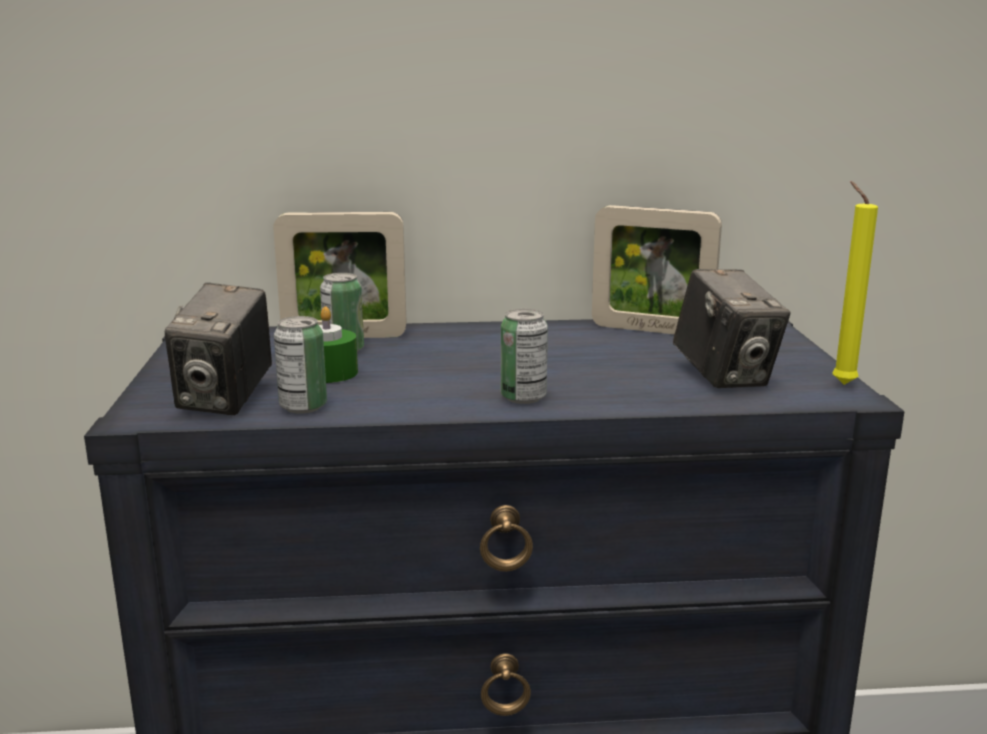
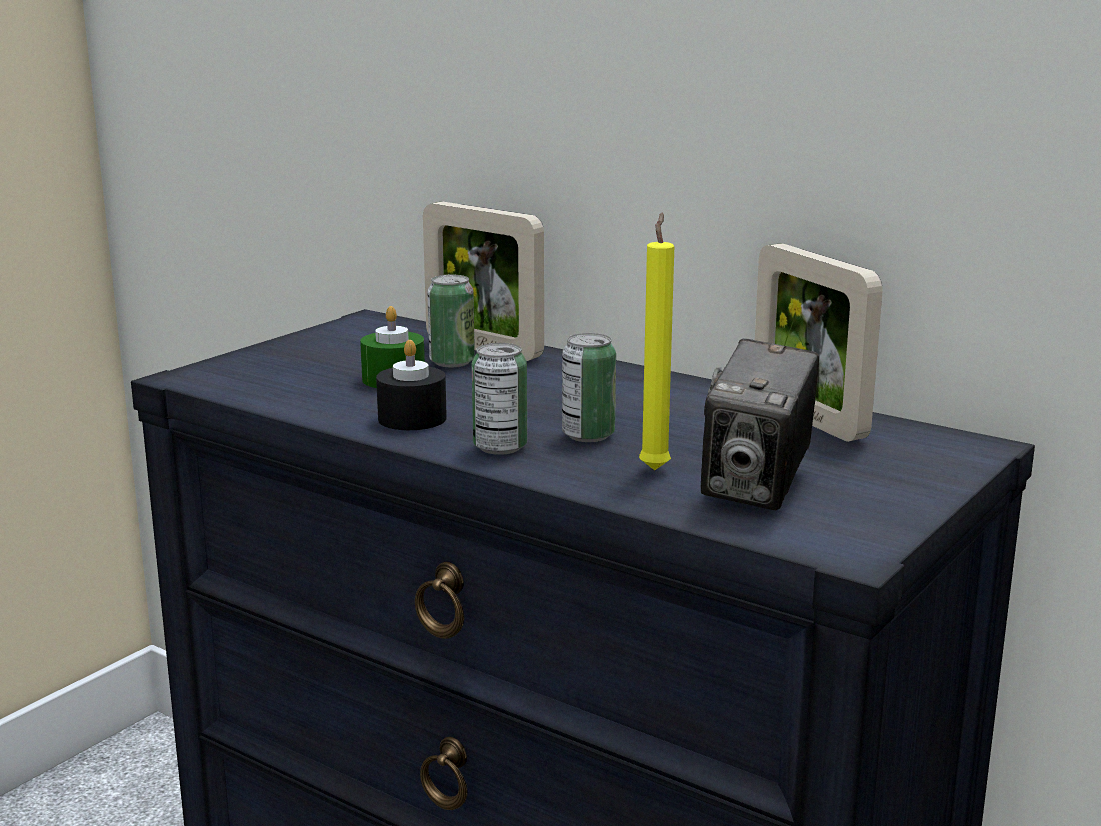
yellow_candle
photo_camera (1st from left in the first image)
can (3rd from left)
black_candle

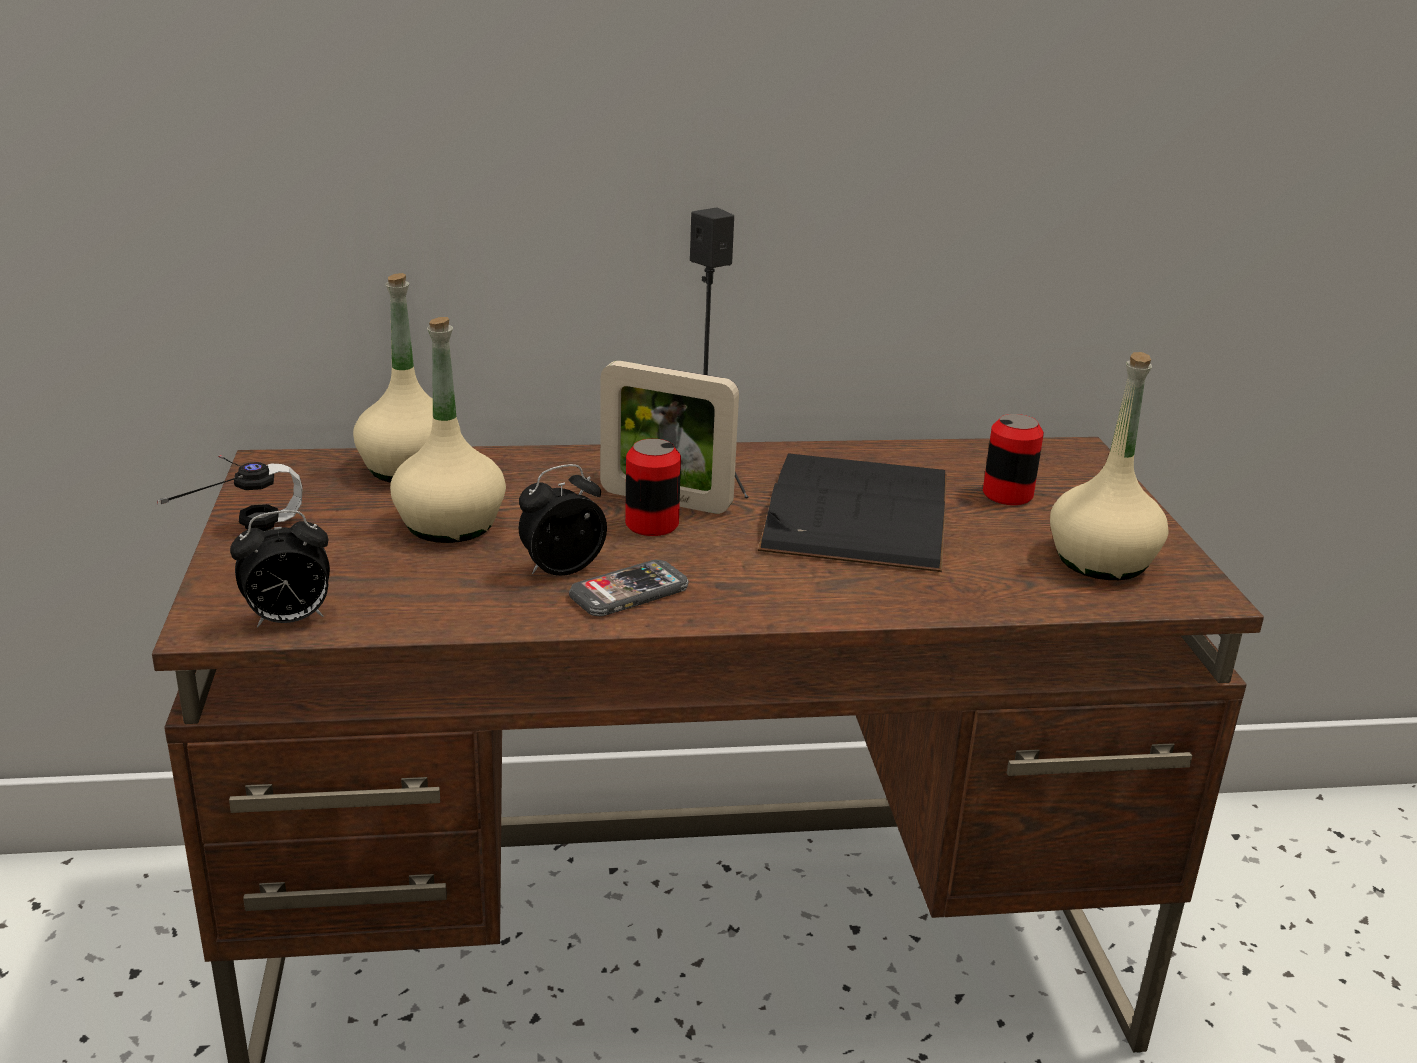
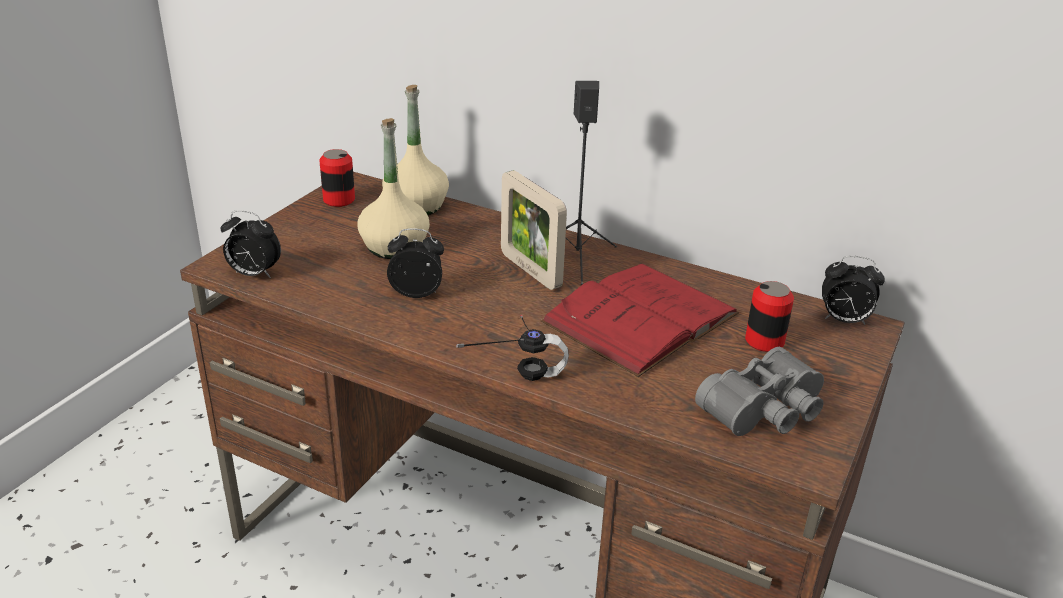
grey_binoculars
can (1st from left)
red_book
headphones
phone
alarm_clock (3rd from left)

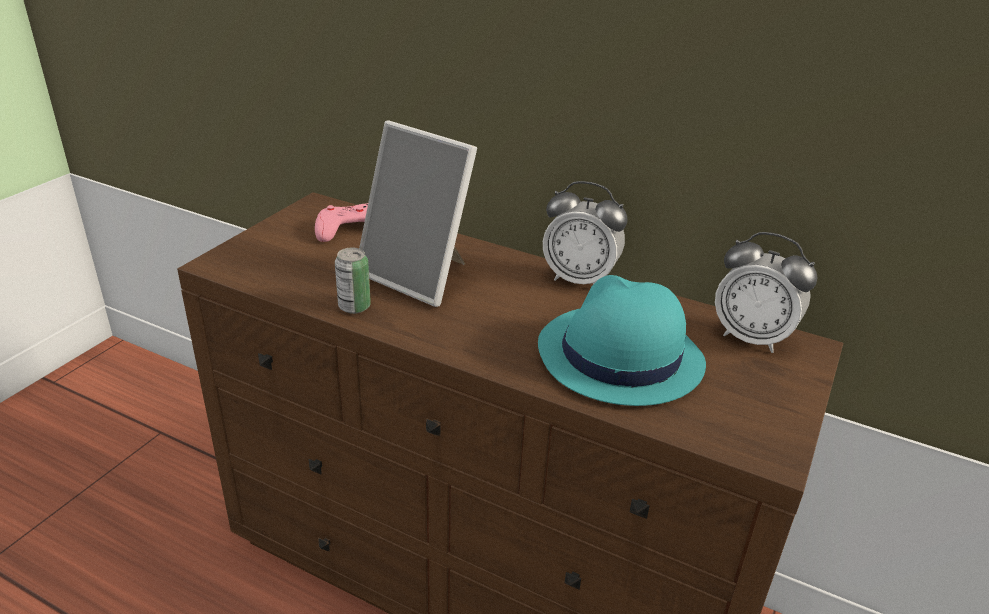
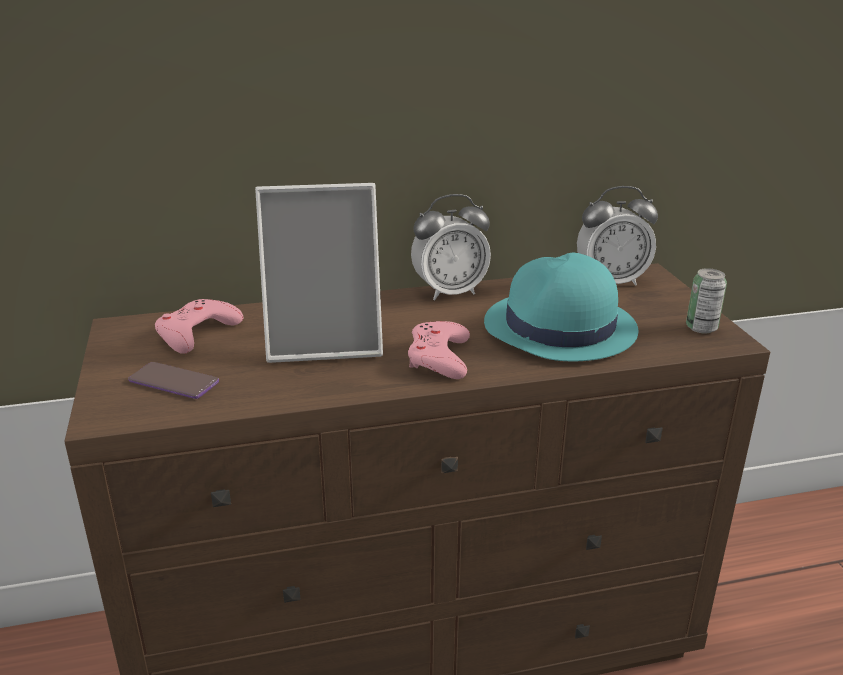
can
pink_game_controller (2nd from left)
phone

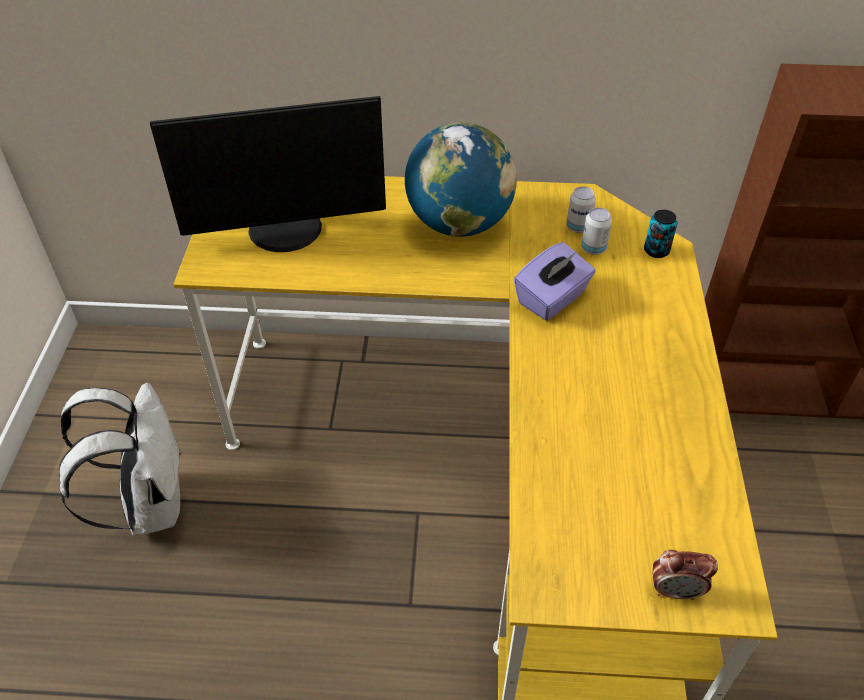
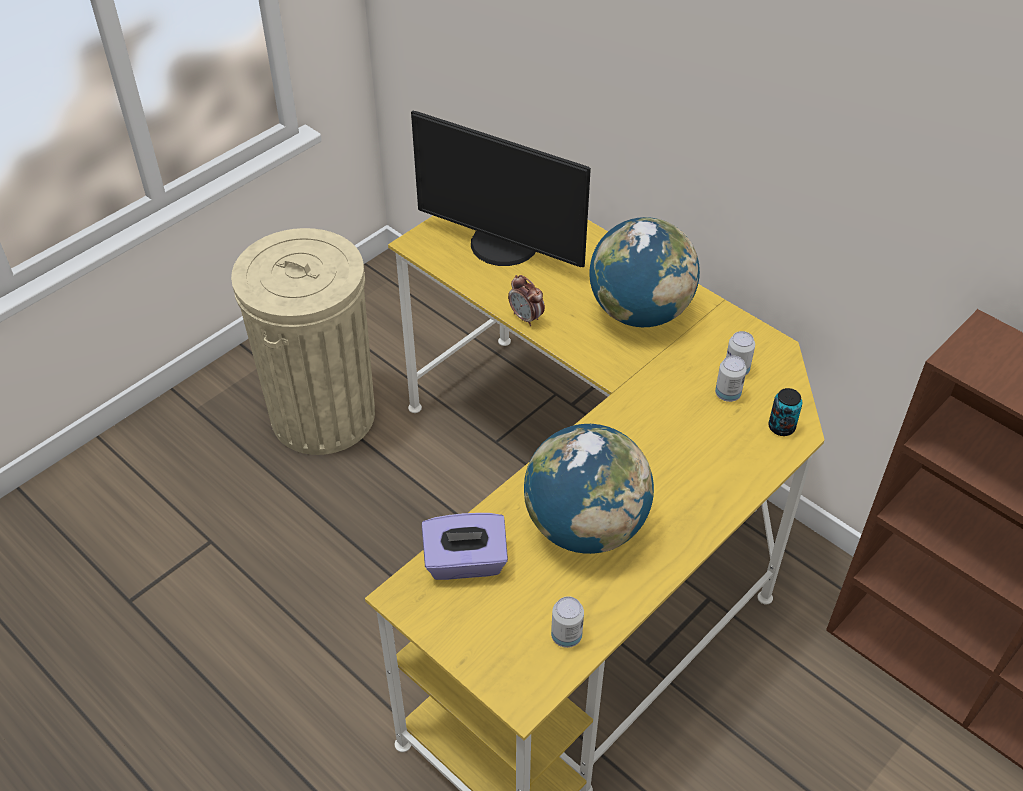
purple_tissue_box
beige_trash_can
alarm_clock
globe (1st from left)
can (1st from left)

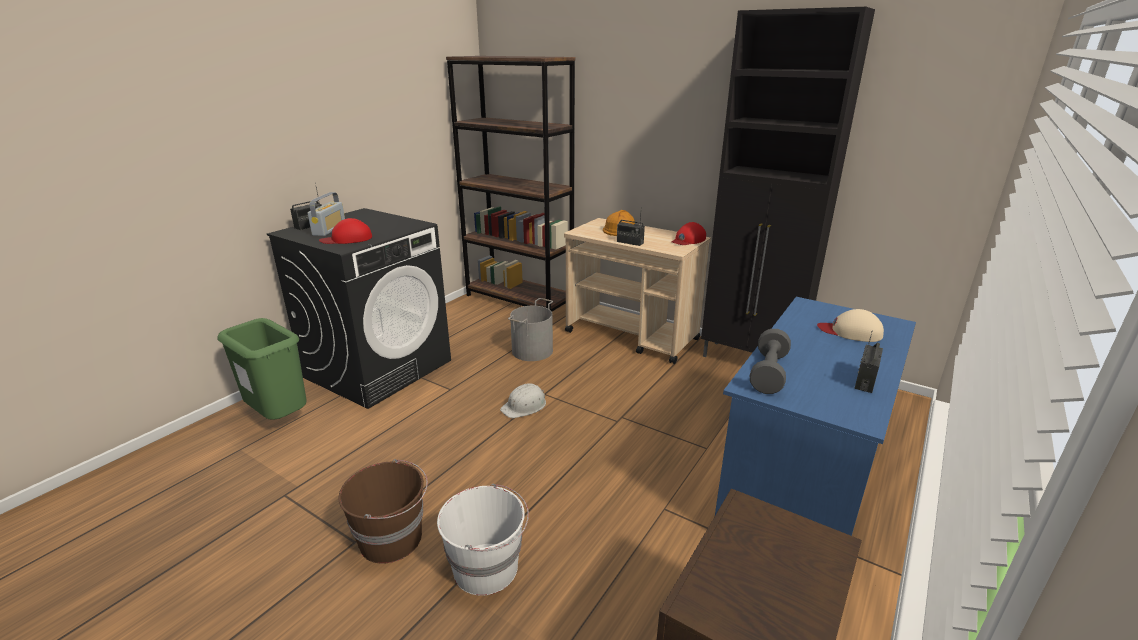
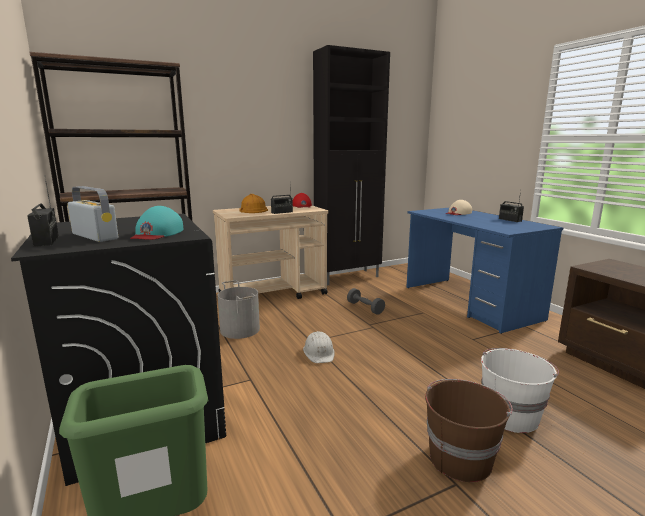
turquoise_cap
grey_dumbbell

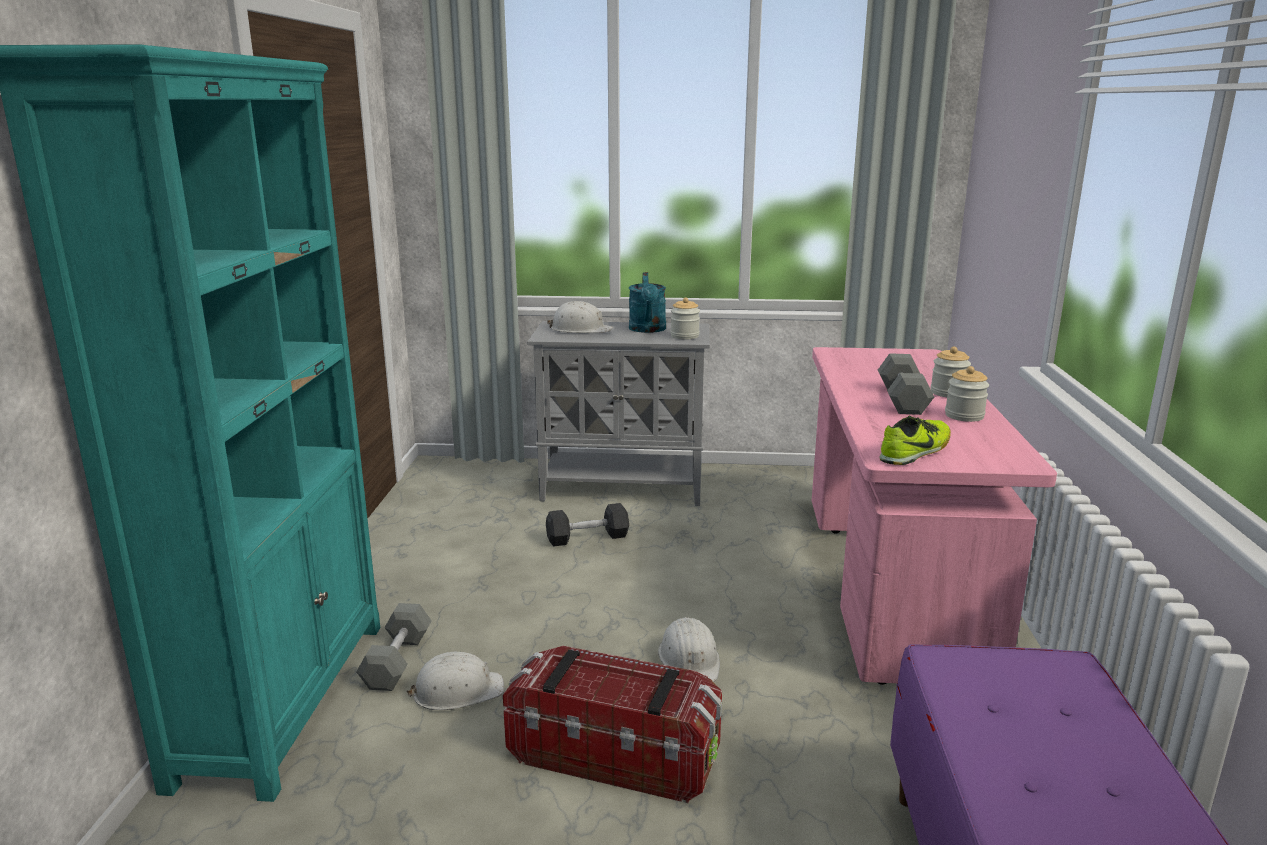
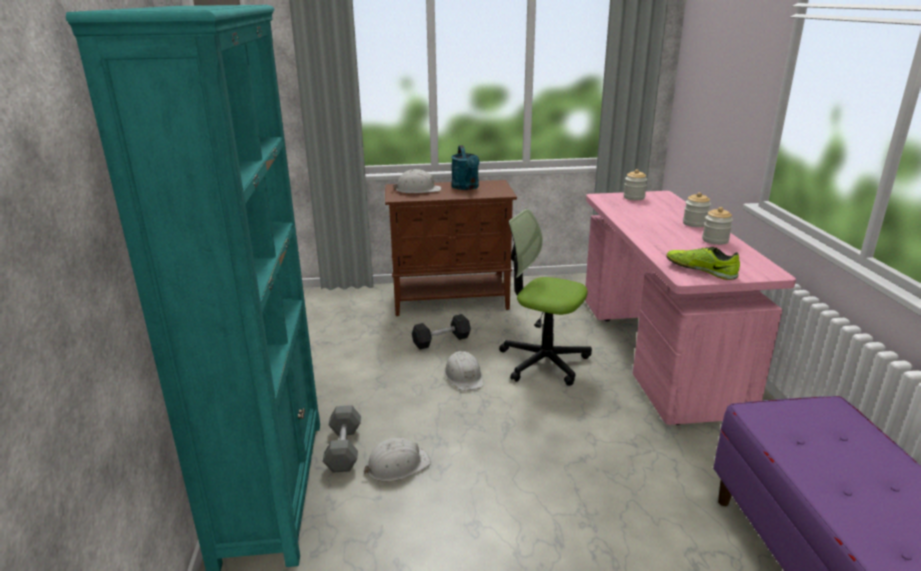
jar (1st from left)
brown_cabinet
grey_dumbbell (3rd from left in the first image)
shoe
white_hard_hat (3rd from left)
storage_box
office_chair

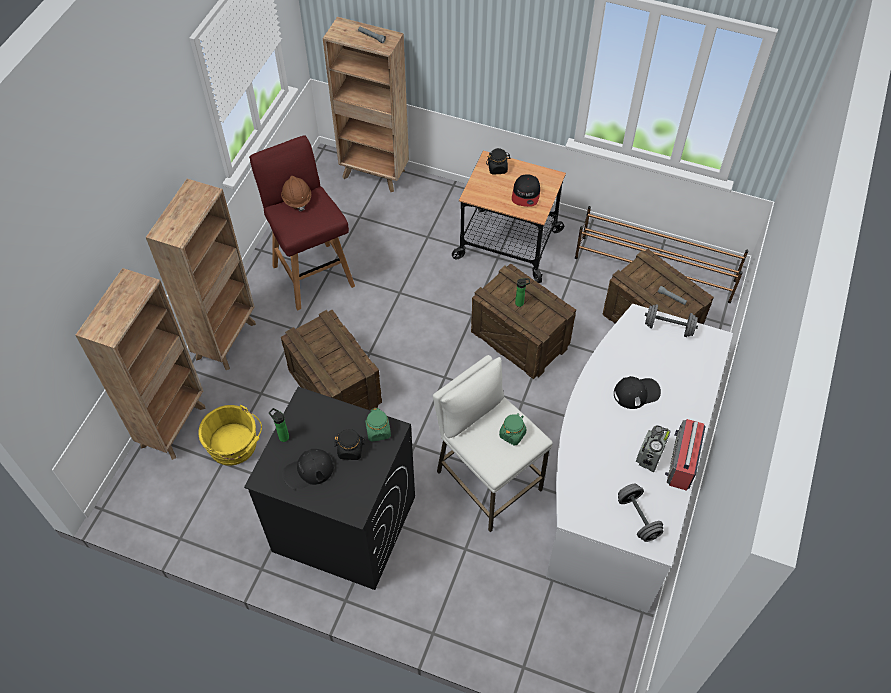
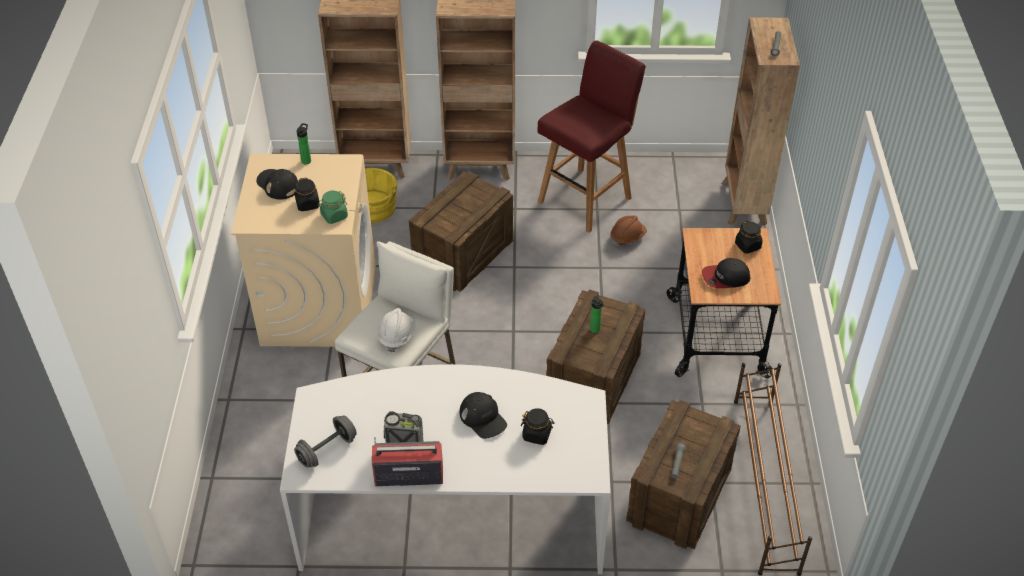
brown_hard_hat
grey_dumbbell (2nd from left in the first image)
beige_washing_machine
white_hard_hat
black_jar (2nd from left)

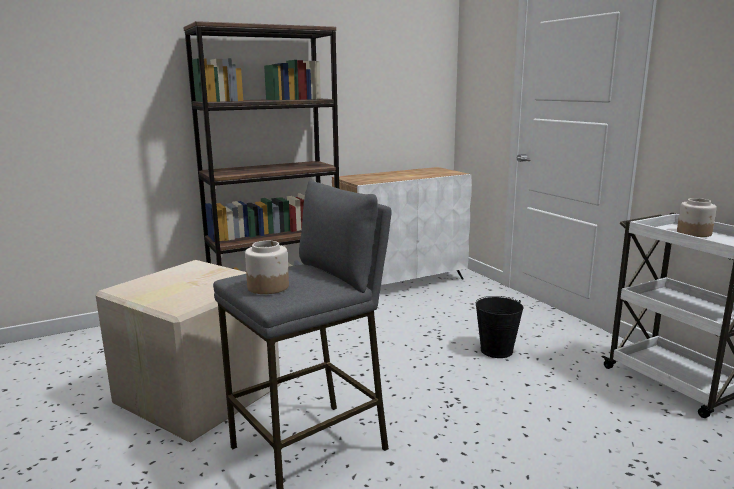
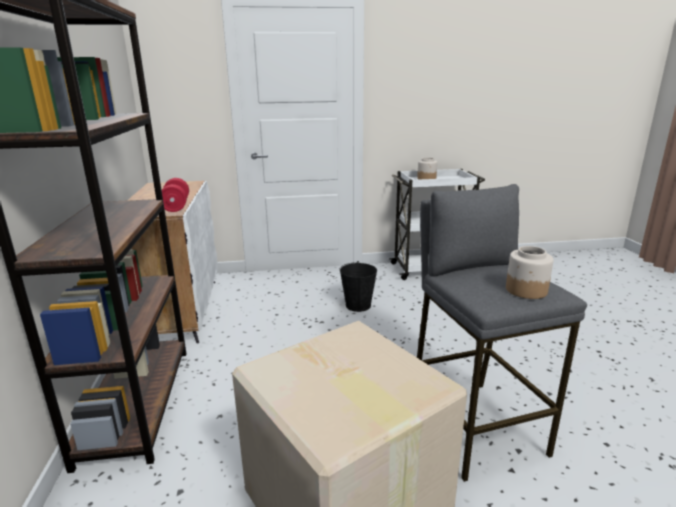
red_dumbbell

